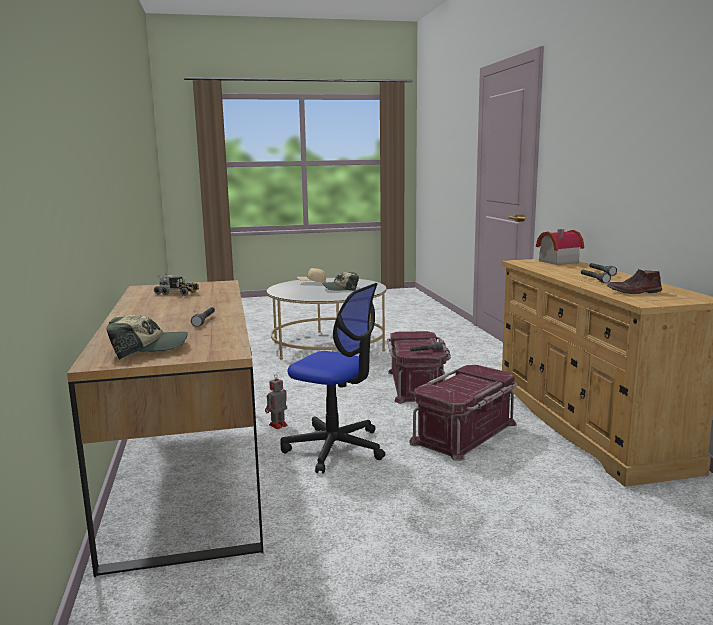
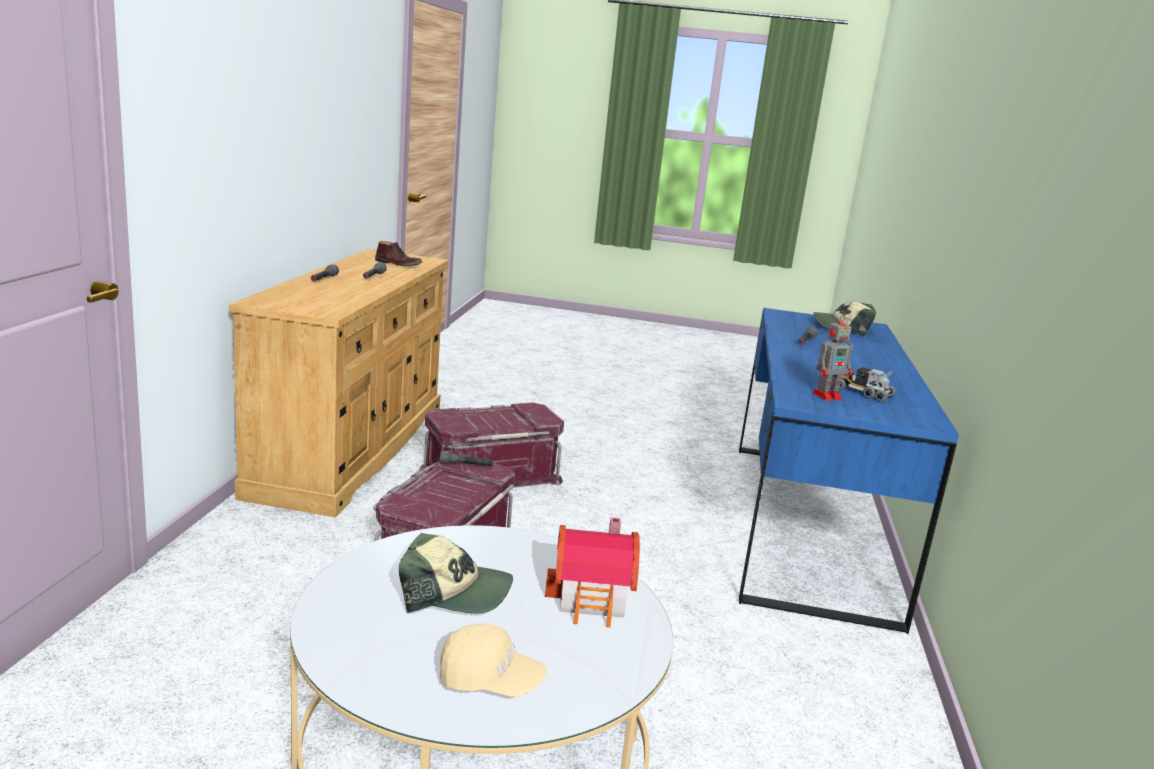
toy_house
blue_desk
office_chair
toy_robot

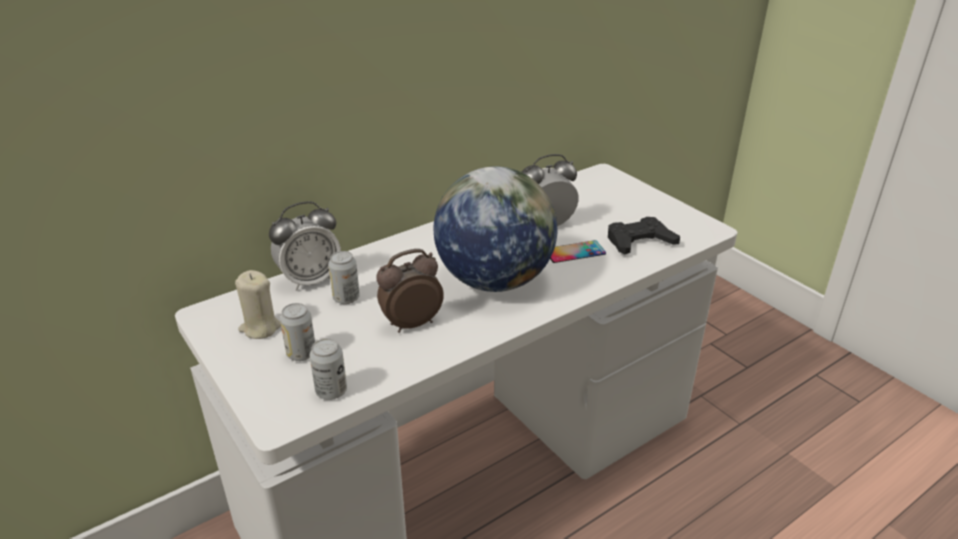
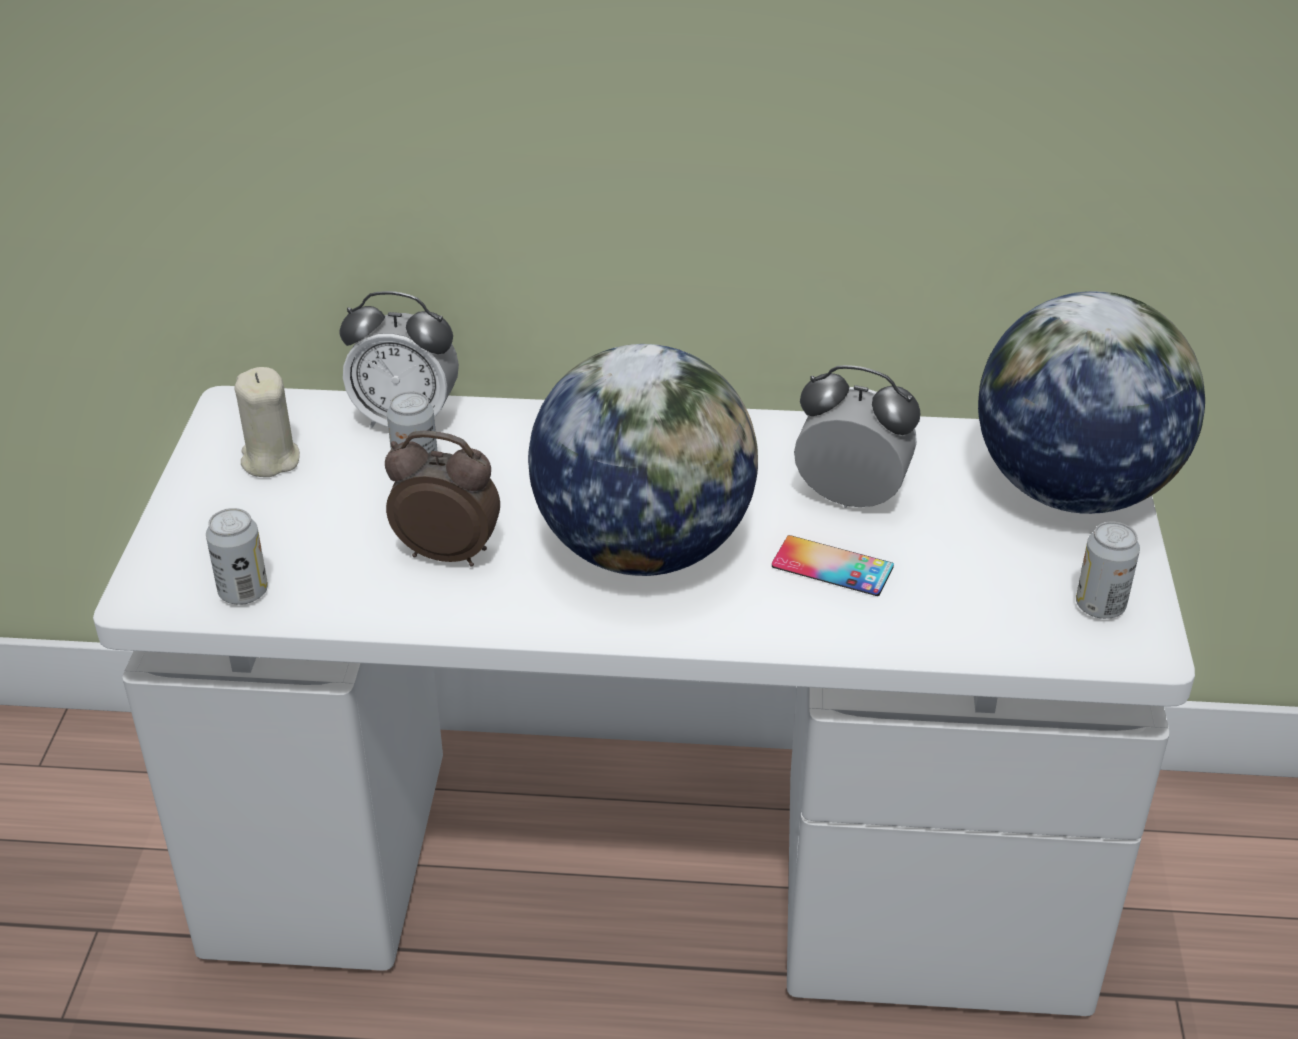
black_game_controller
can (3rd from left)
globe (2nd from left)

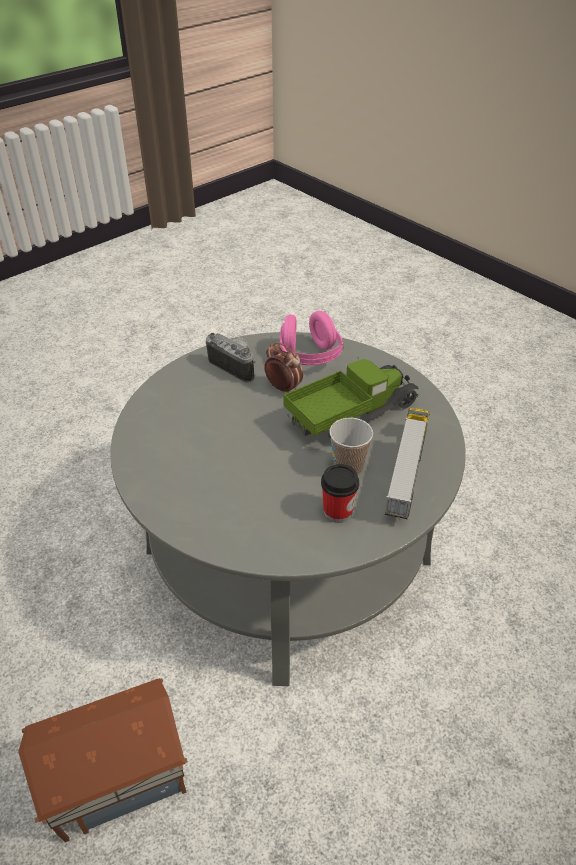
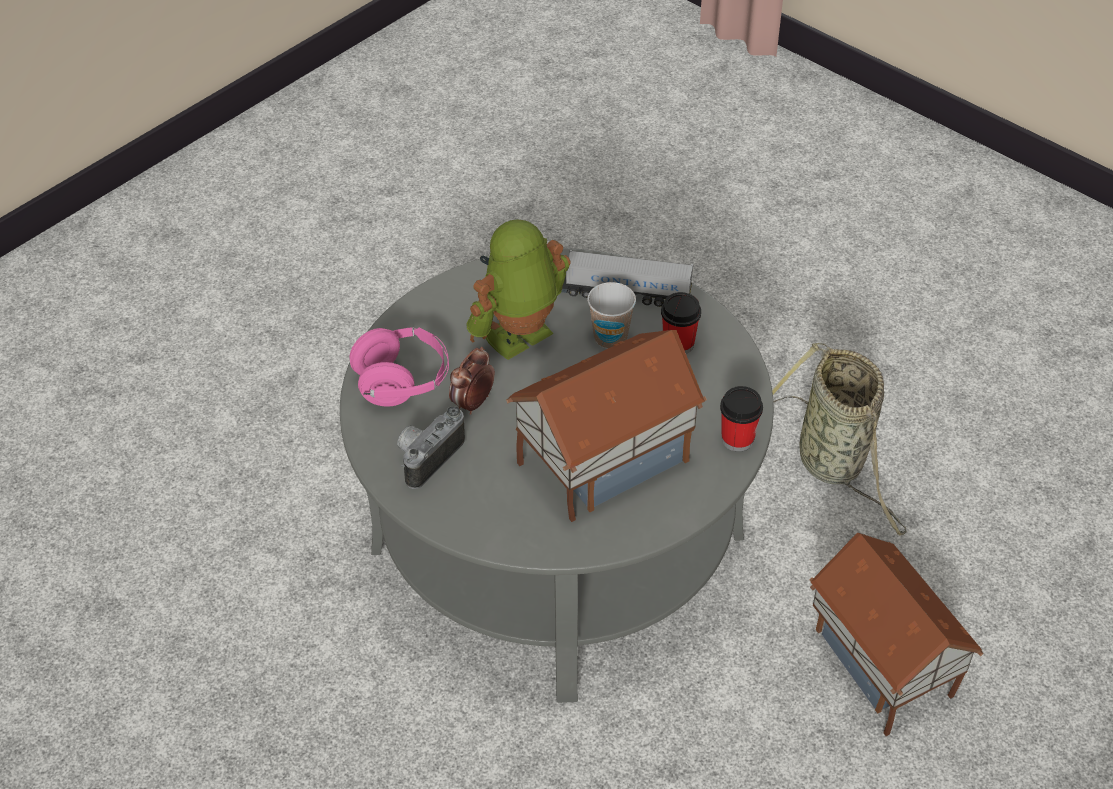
toy_robot
toy_house (1st from left)
basket
cup (3rd from left)

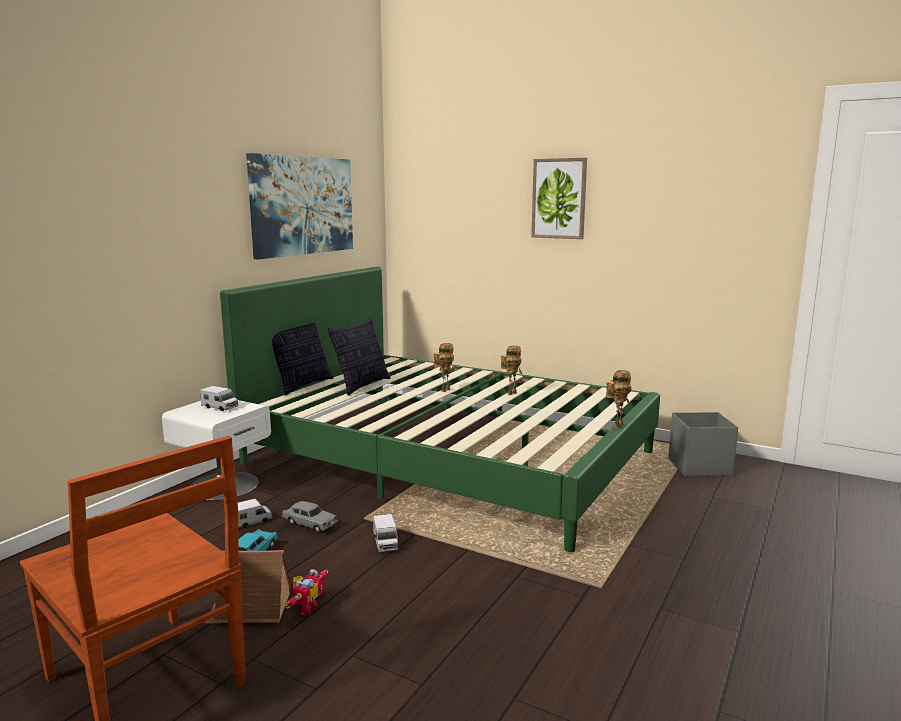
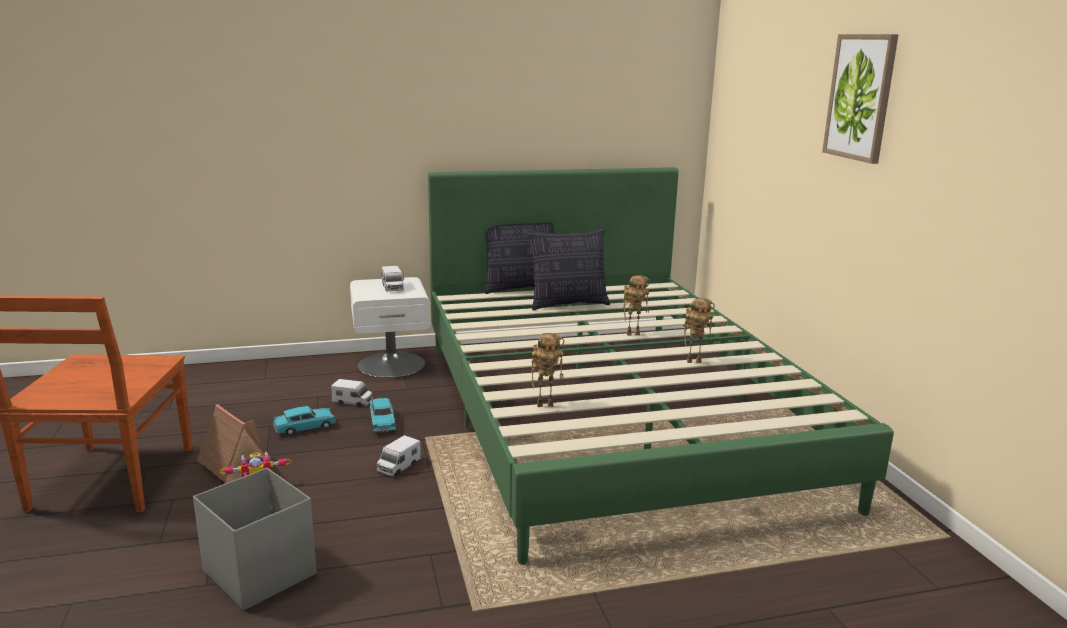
picture (1st from left in the first image)
toy_robot (2nd from left)
grey_storage_box
turquoise_toy_car (2nd from left)

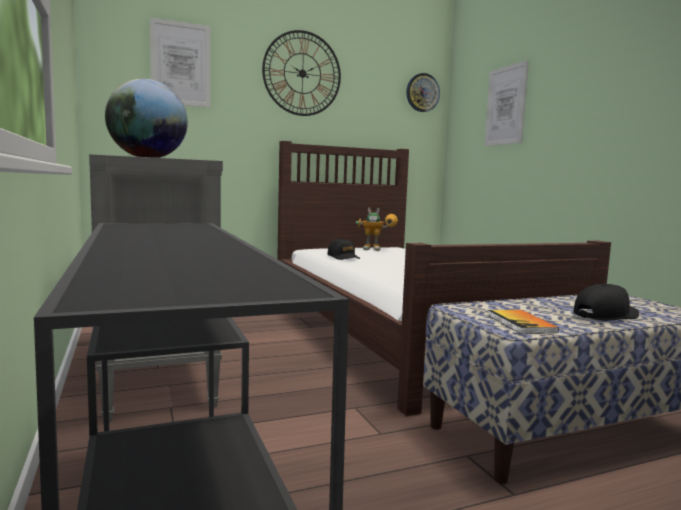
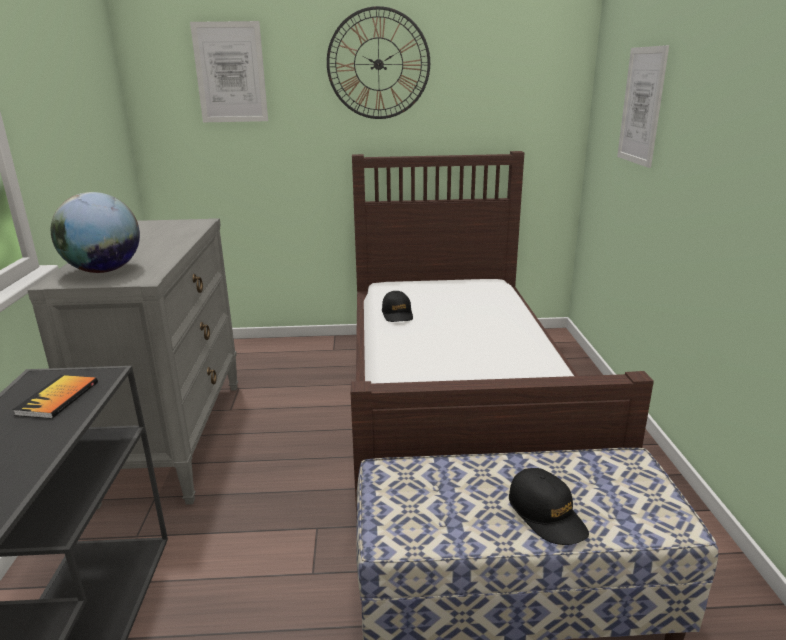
wall_clock (2nd from left in the first image)
toy_robot
black_cap (2nd from left)
book

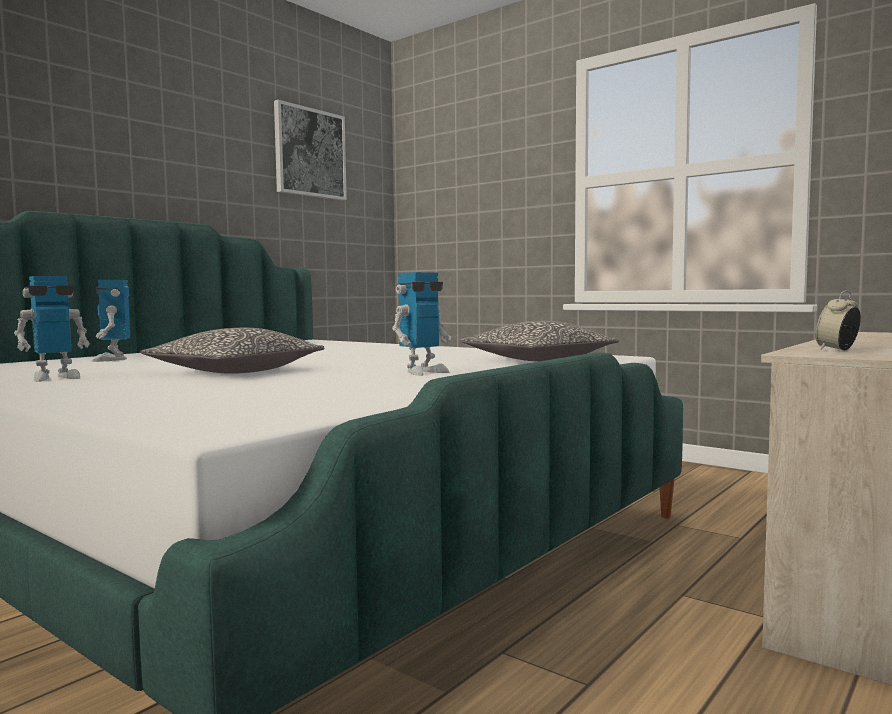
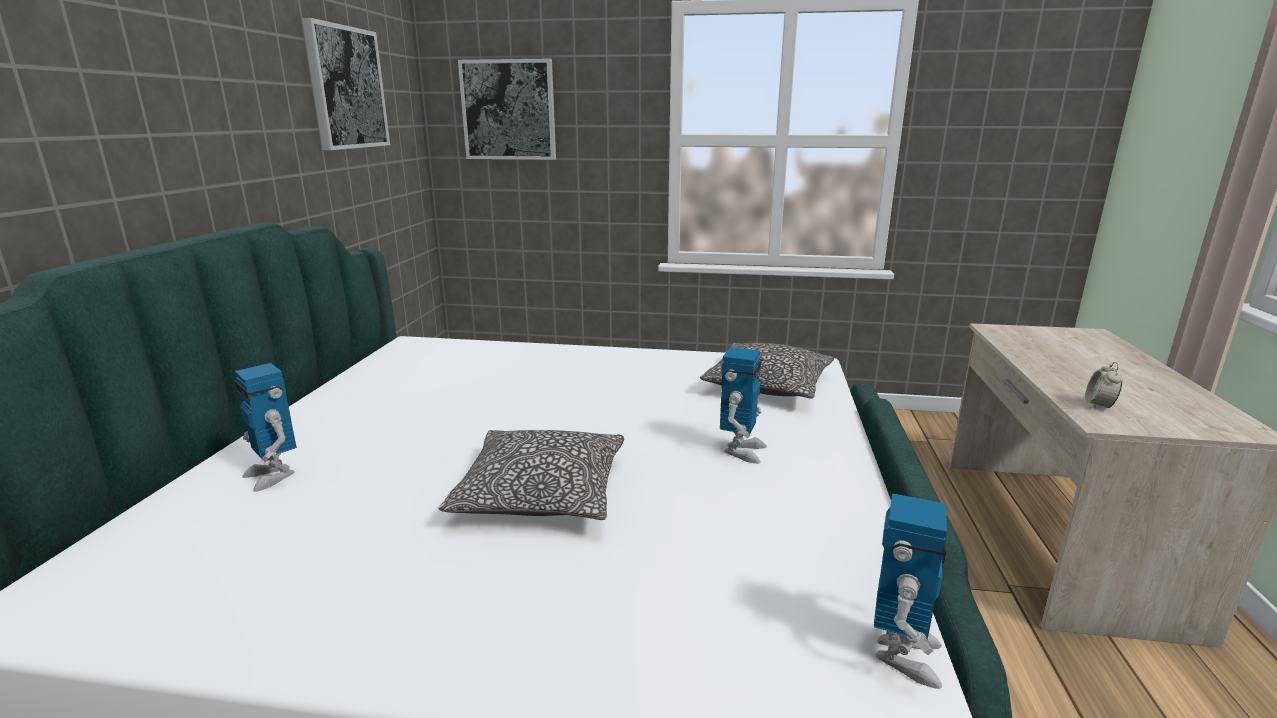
toy_robot (3rd from left)
picture (2nd from left)

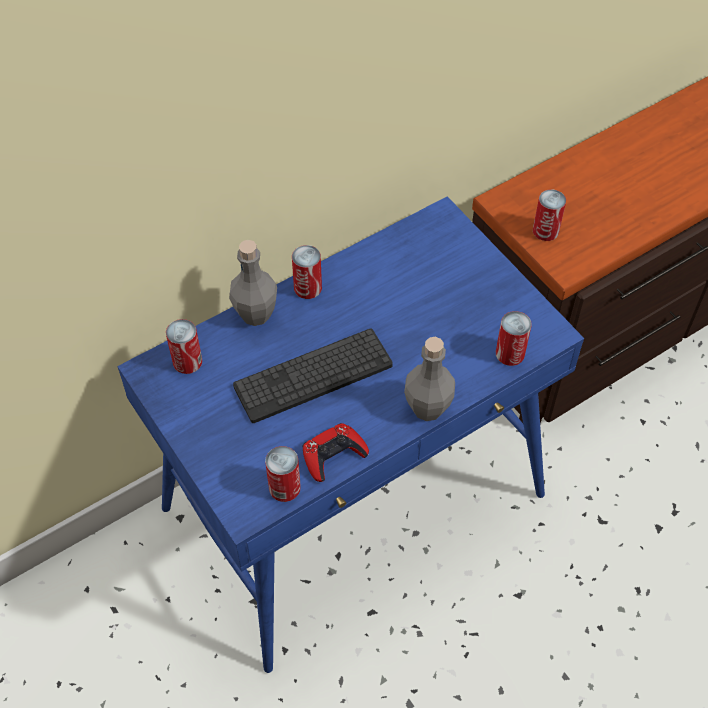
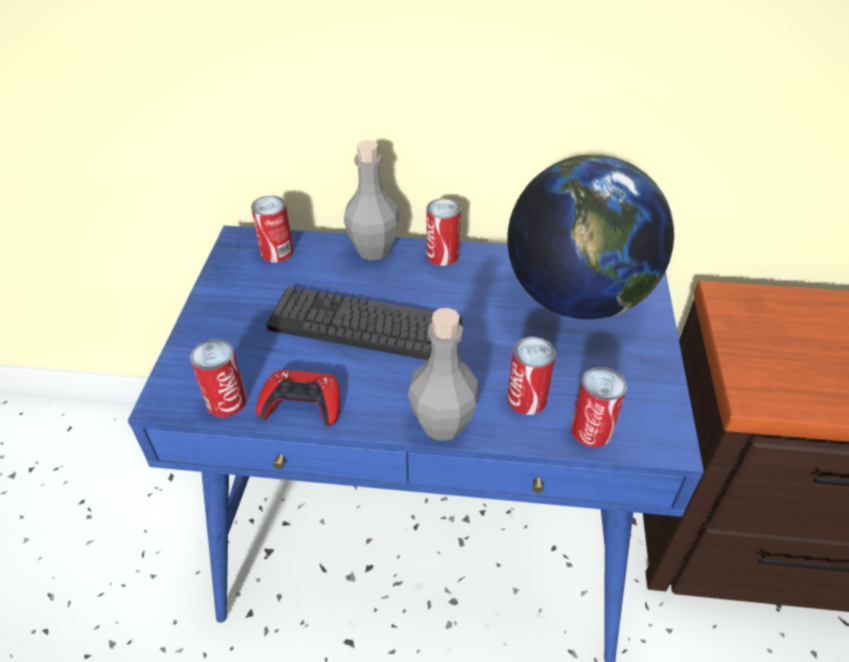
can (4th from left)
globe

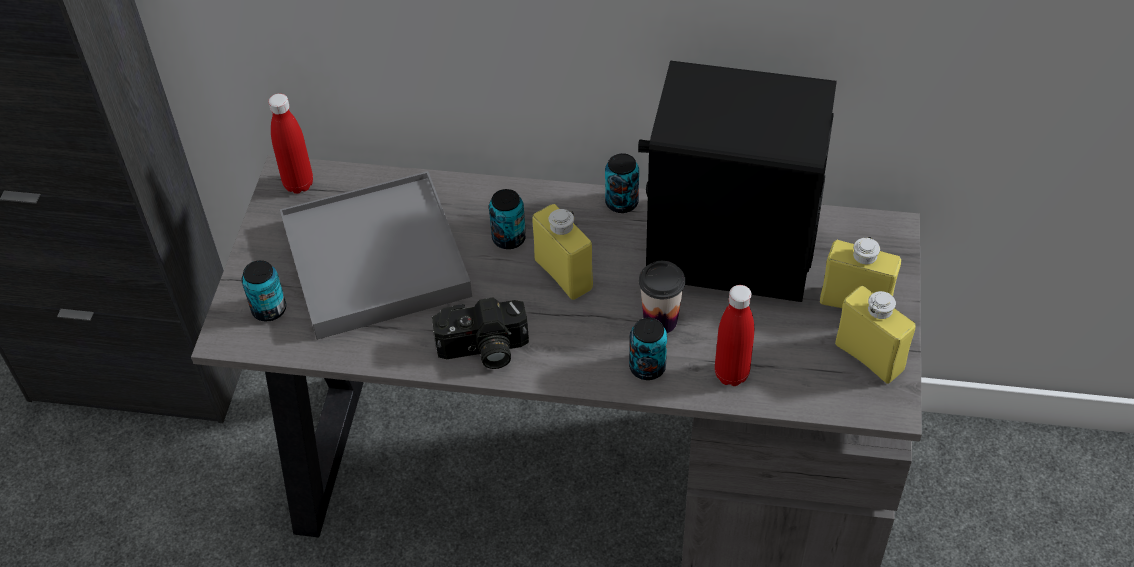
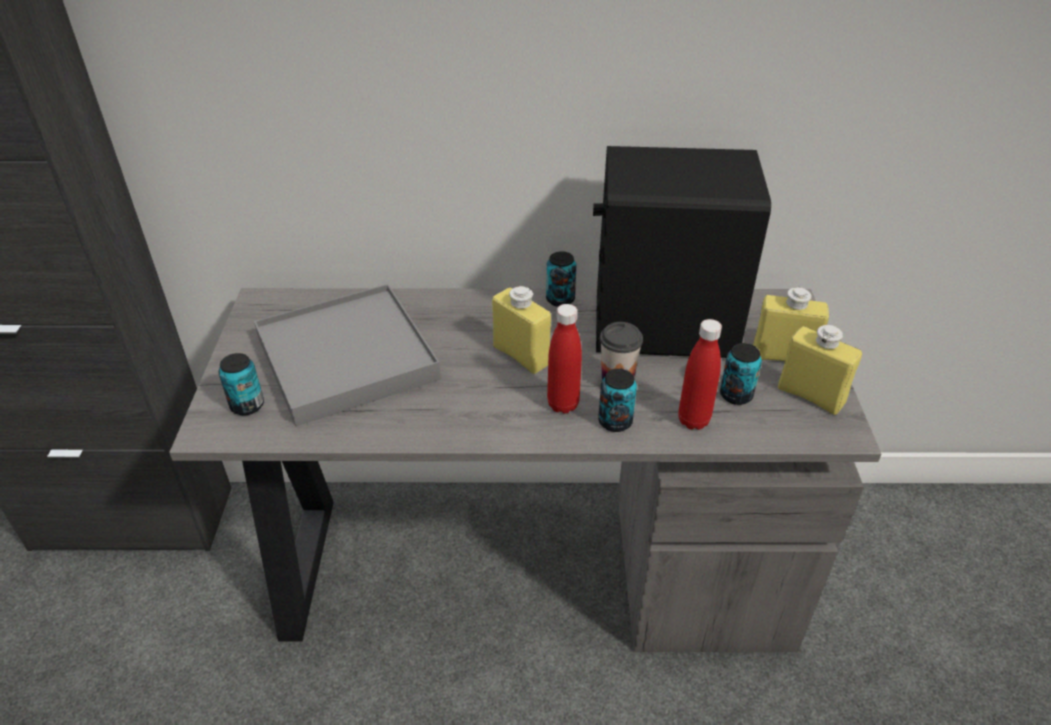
red_bottle (1st from left)
can (4th from left)
photo_camera

